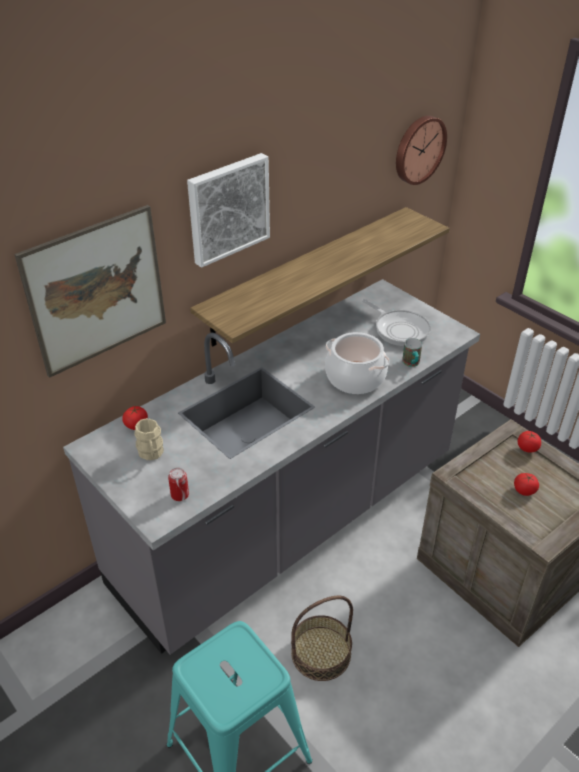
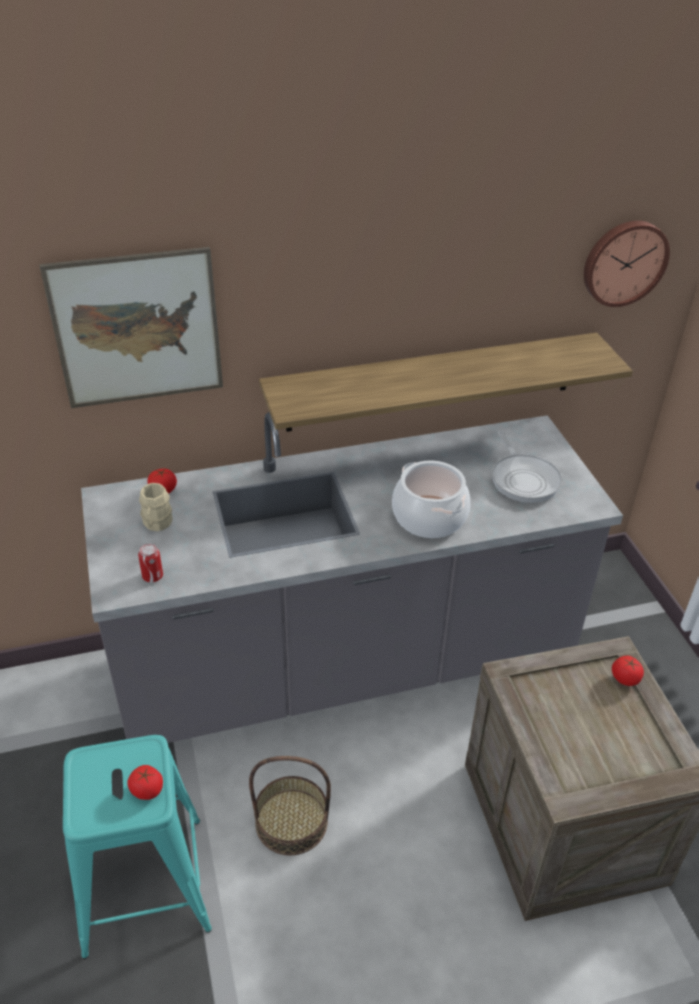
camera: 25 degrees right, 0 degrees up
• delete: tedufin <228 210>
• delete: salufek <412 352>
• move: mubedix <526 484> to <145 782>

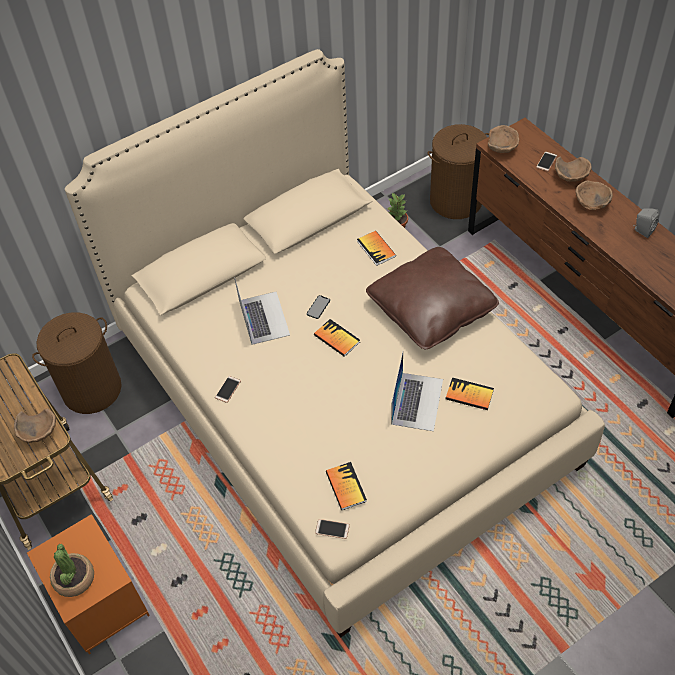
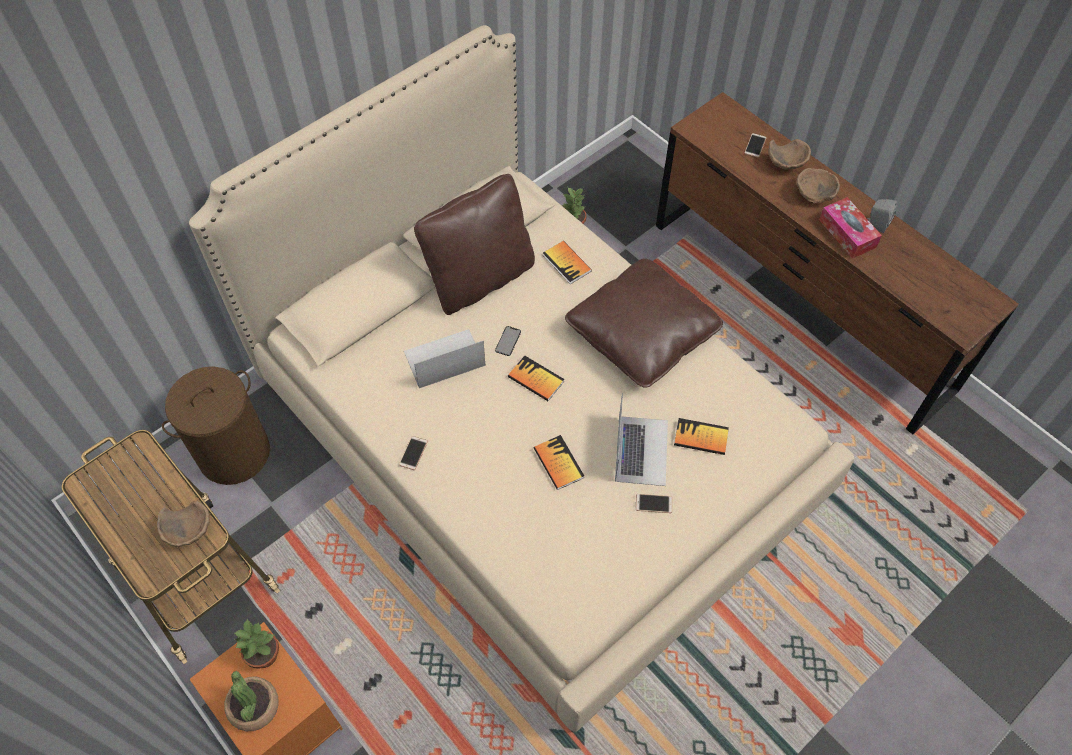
camera: 10 degrees left, 5 degrees up
• delete: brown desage <458 171>
• delete: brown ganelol <504 139>
• rotate: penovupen <262 311> = <444 358> 90 degrees counterclockwise
• move: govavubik <346 486> to <559 462>
• move: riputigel <332 529> to <654 503>
• insert: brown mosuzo <474 244>
• insert: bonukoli <850 228>
• insert: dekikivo <256 643>

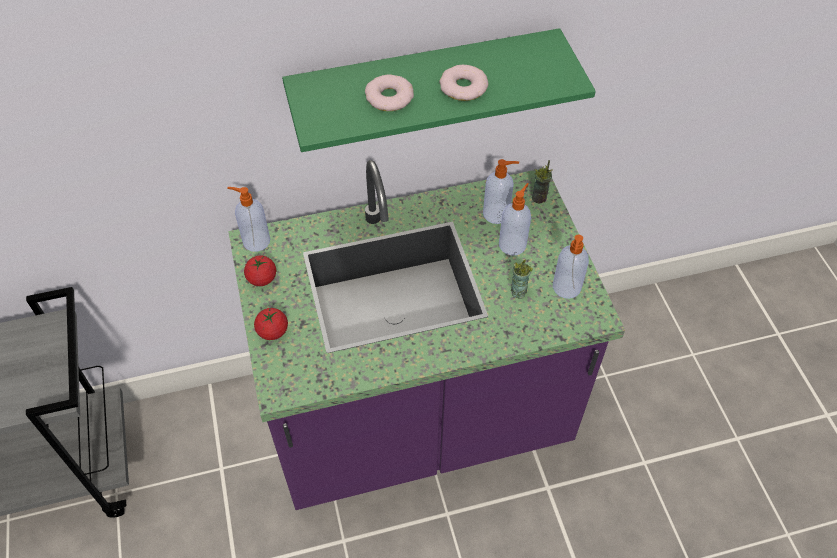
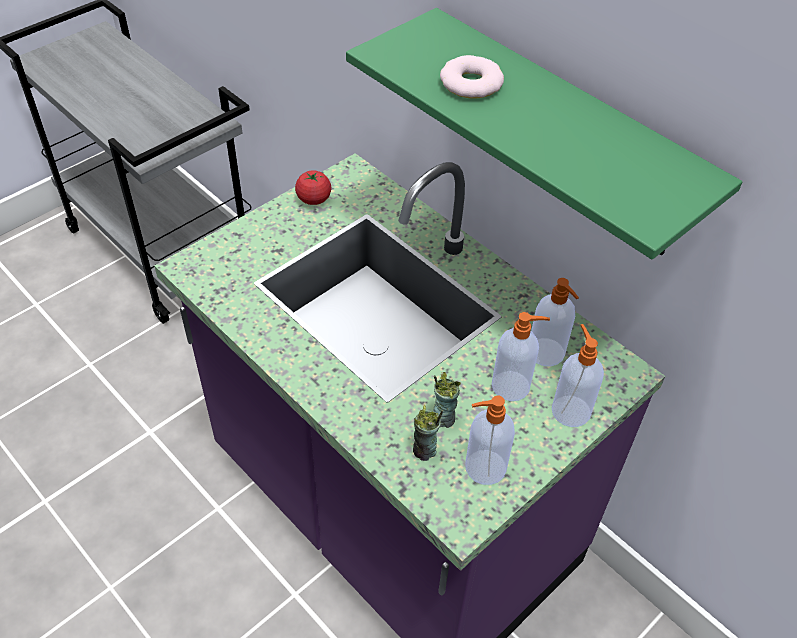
camera: 60 degrees right, 5 degrees down
• delete: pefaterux <463 83>
• move: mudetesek <542 182> to <428 433>
• move: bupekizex <248 219> to <578 375>
• delete: mubedix <271 324>

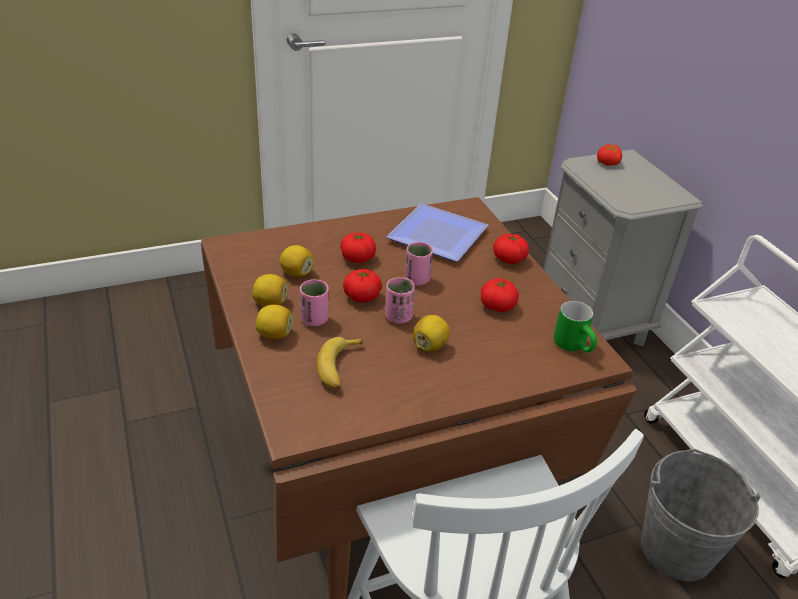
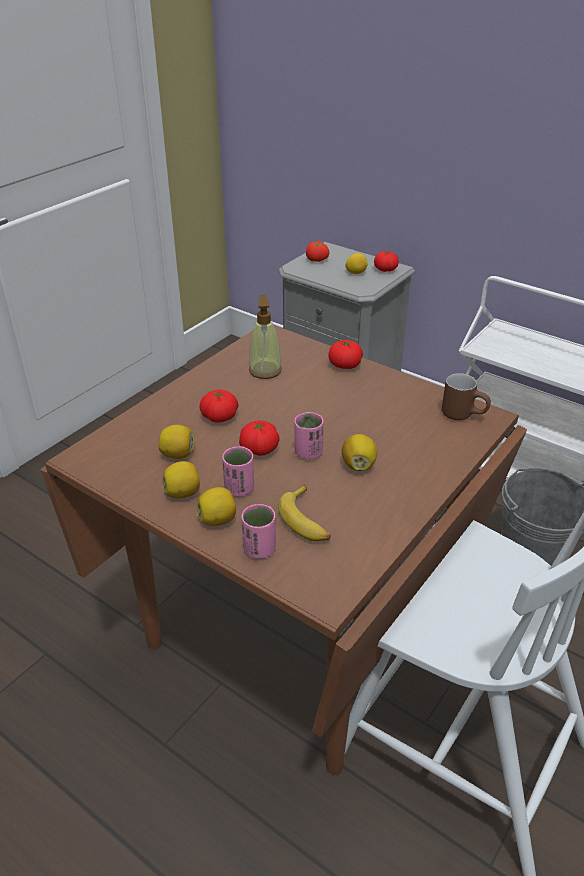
camera: 30 degrees left, 0 degrees up
• replace: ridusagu <437 232> to bupekizex <265 337>
• move: pink mudetesek <419 263> to <258 531>
• move: mubedix <500 295> to <386 261>
• recolor: green salufek <575 326> to brown salufek <466 396>
• insert: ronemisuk <356 263>

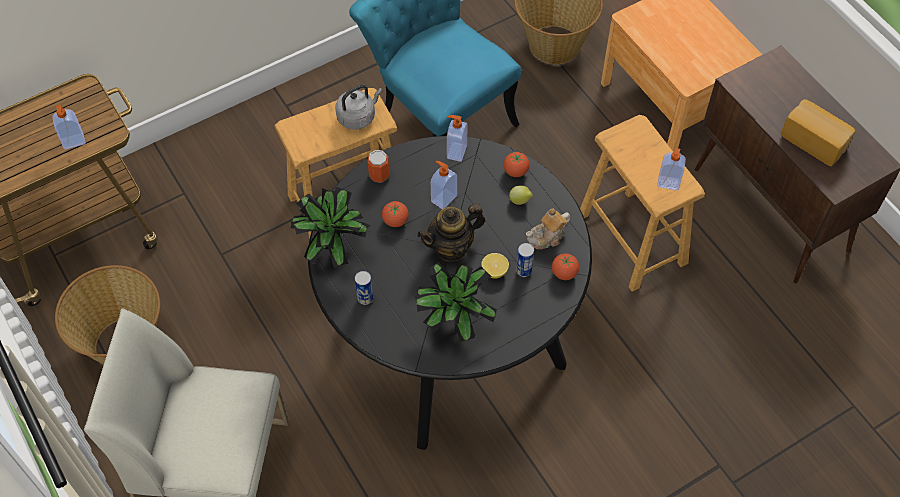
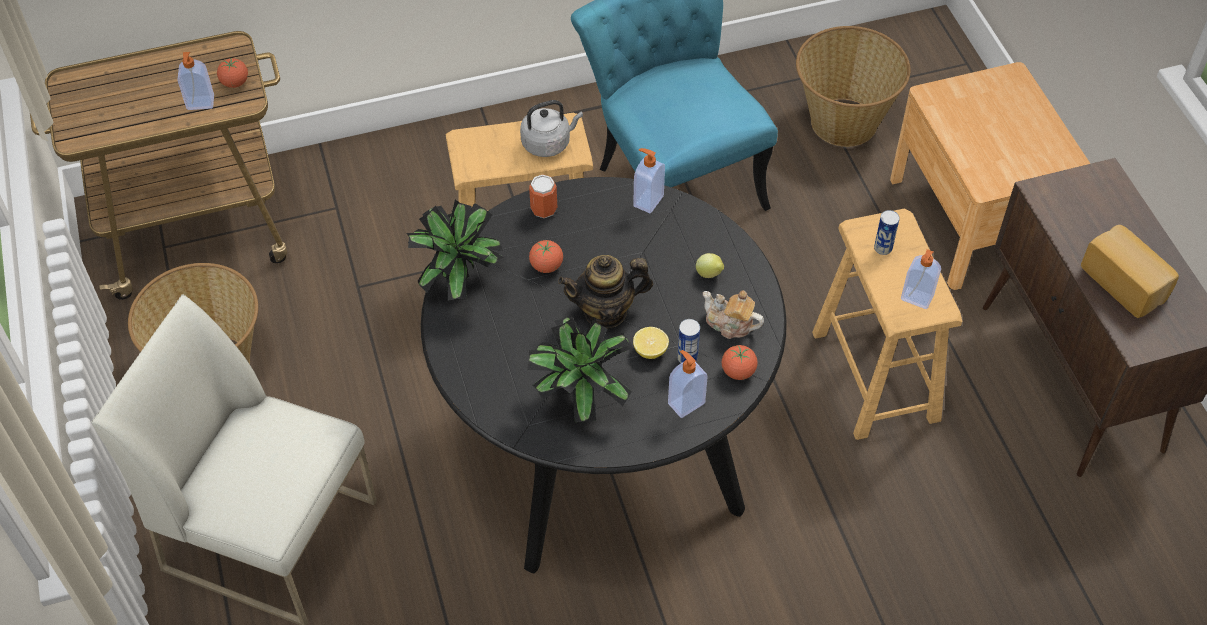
camera: 15 degrees right, 5 degrees down
• move: mubedix <516 164> to <232 73>
• move: bupekizex <444 185> to <688 384>
• rotate: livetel <548 228> = <733 314> 45 degrees clockwise
• move: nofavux <364 288> to <887 232>

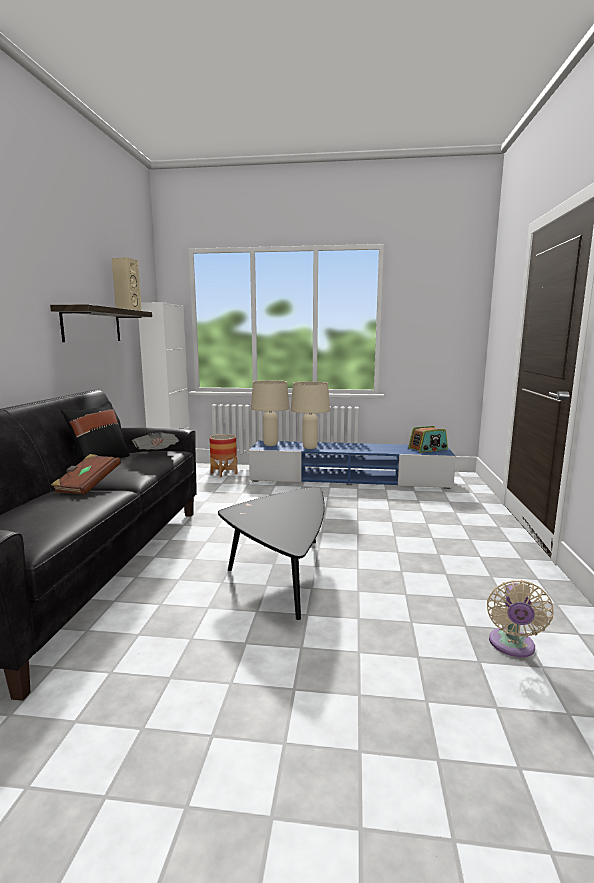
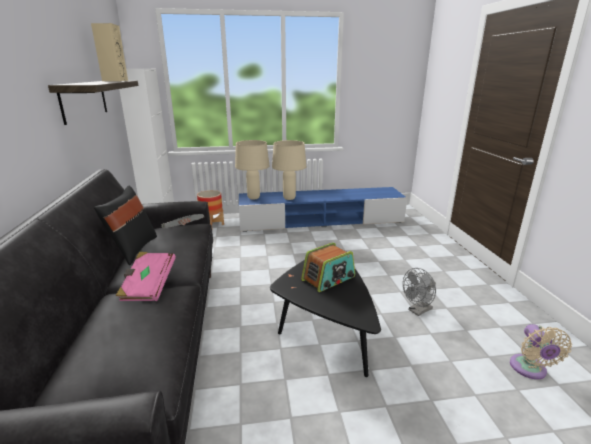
camera: 15 degrees left, 10 degrees up
• move: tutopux <428 439> to <328 267>
• recolor: brown govavubik <86 474> to pink govavubik <146 276>
• insert: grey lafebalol <419 292>

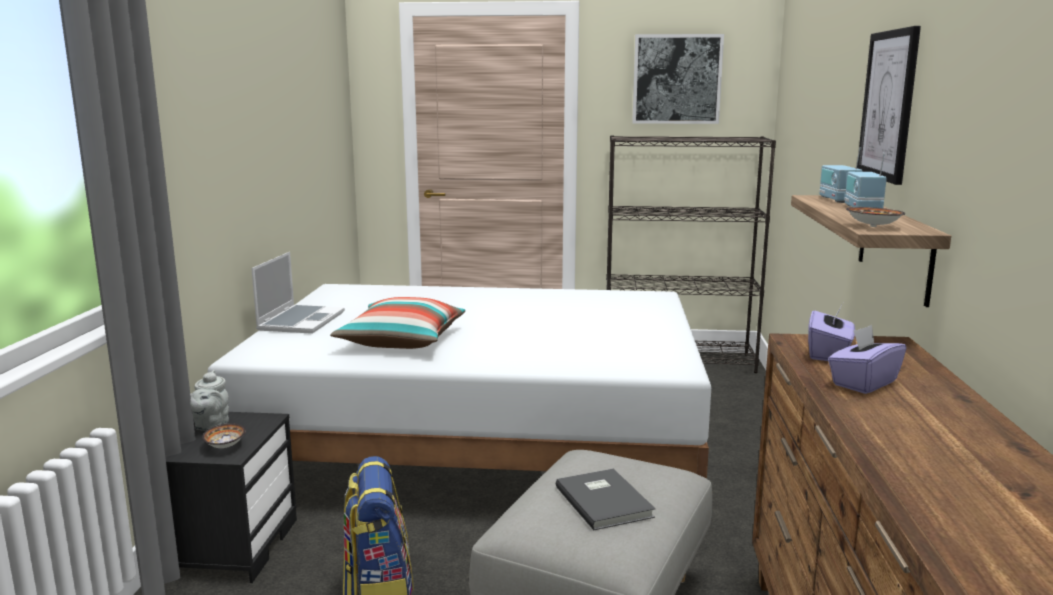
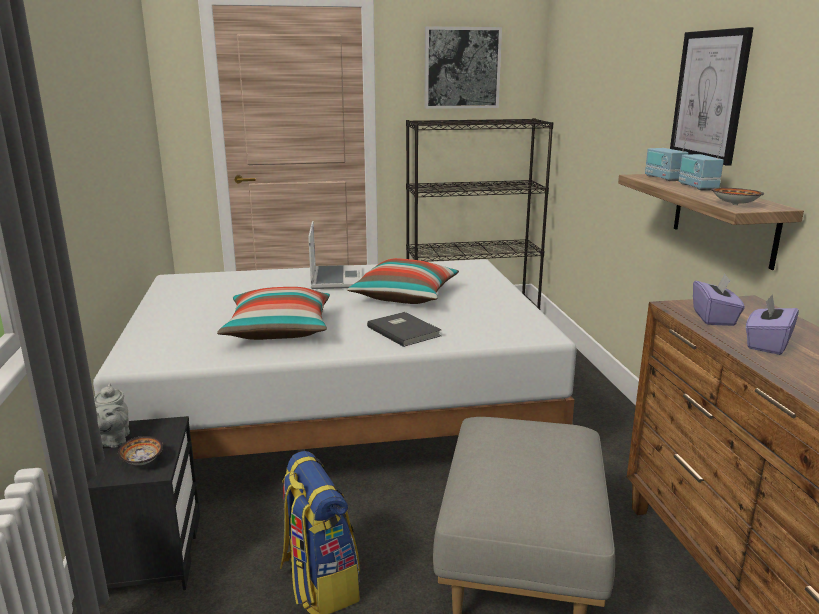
camera: 15 degrees left, 5 degrees up
• move: penovupen <298 293> to <335 255>
• move: grey govavubik <605 499> to <404 329>
• insert: mosuzo <403 281>

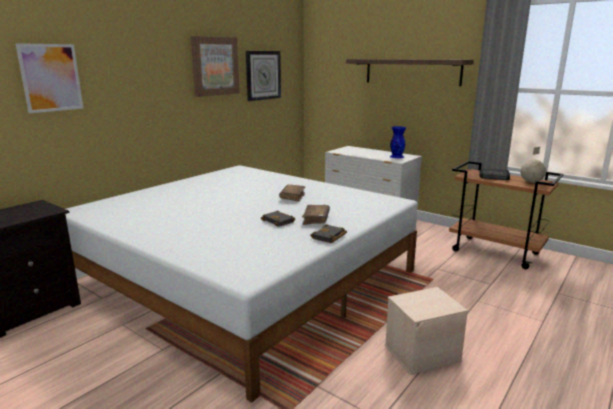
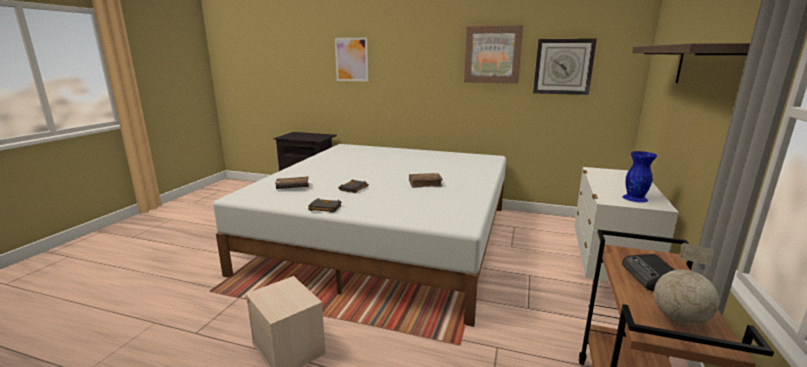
camera: 70 degrees right, 0 degrees up
• move: brown govavubik <316 215> to <292 182>

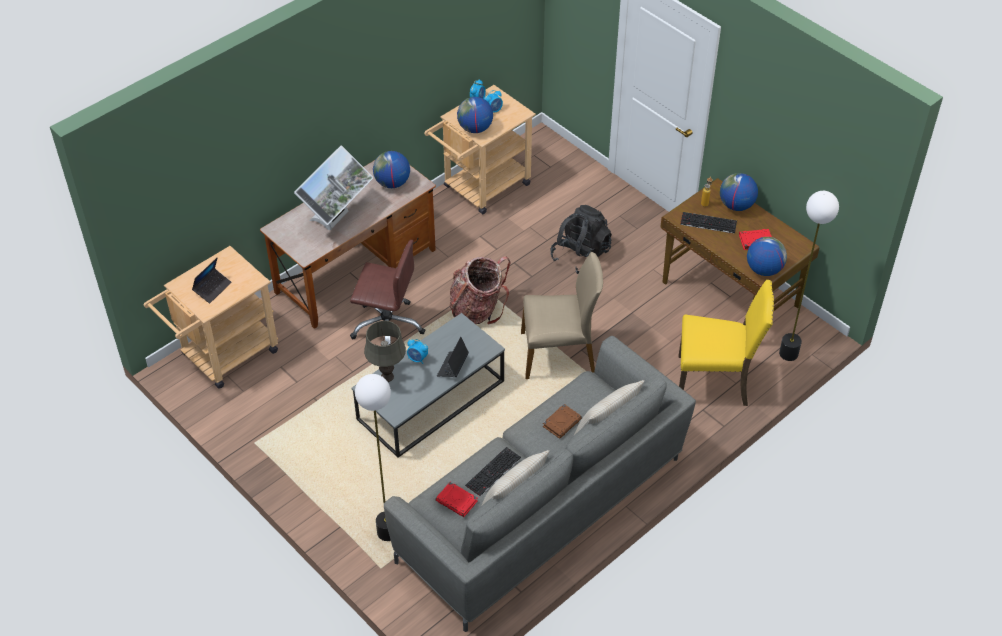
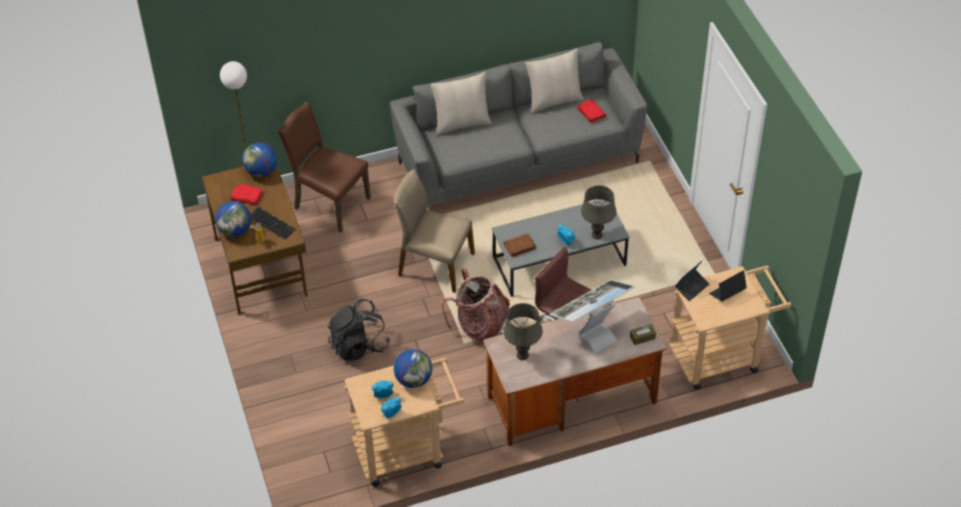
camera: 155 degrees left, 0 degrees up
• replace: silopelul <391 169> to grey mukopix <523 331>
• recolor: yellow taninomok <726 343> to brown taninomok <324 167>
• move: penovupen <453 357> to <692 280>
• delete: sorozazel <373 457>
• move: brown govavubik <562 421> to <519 245>
• delete: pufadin <493 471>
• insert: brown bonukoli <643 334>

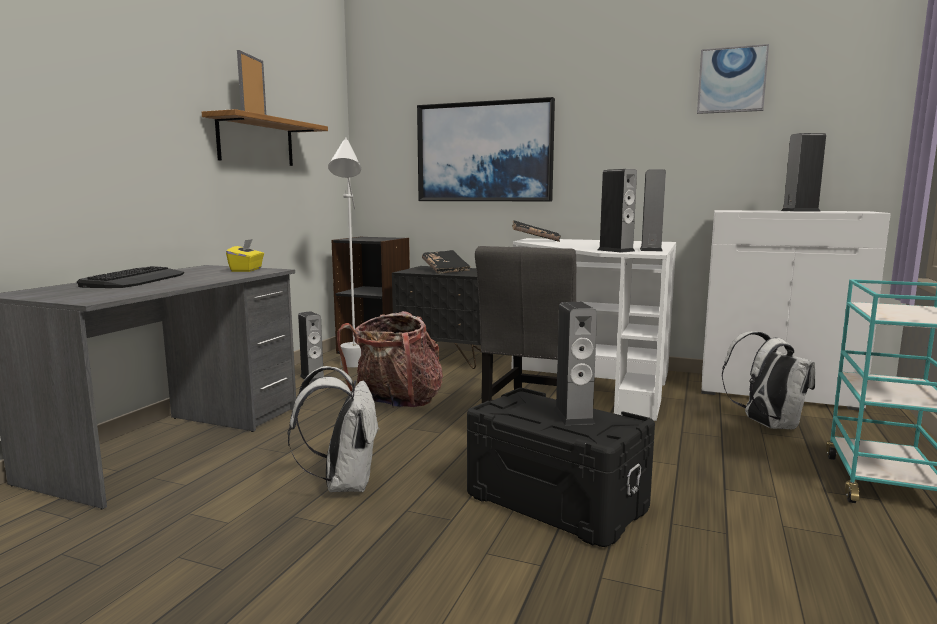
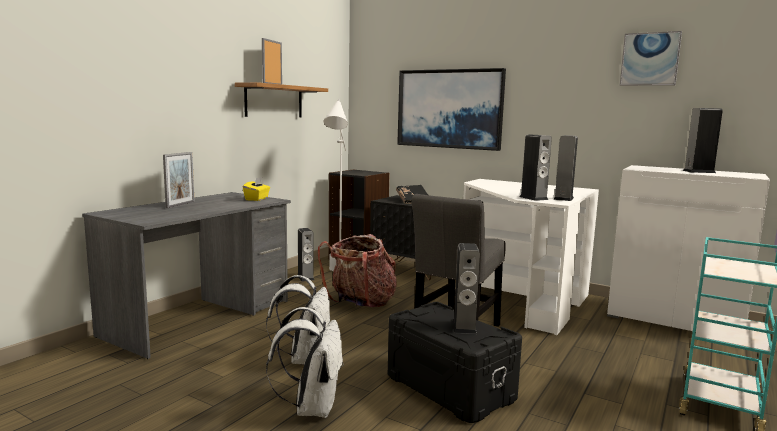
camera: 10 degrees right, 0 degrees up
• delete: black govavubik <536 231>
• replace: pufadin <130 277> to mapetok <179 180>
• move: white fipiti <769 380> to <305 362>

